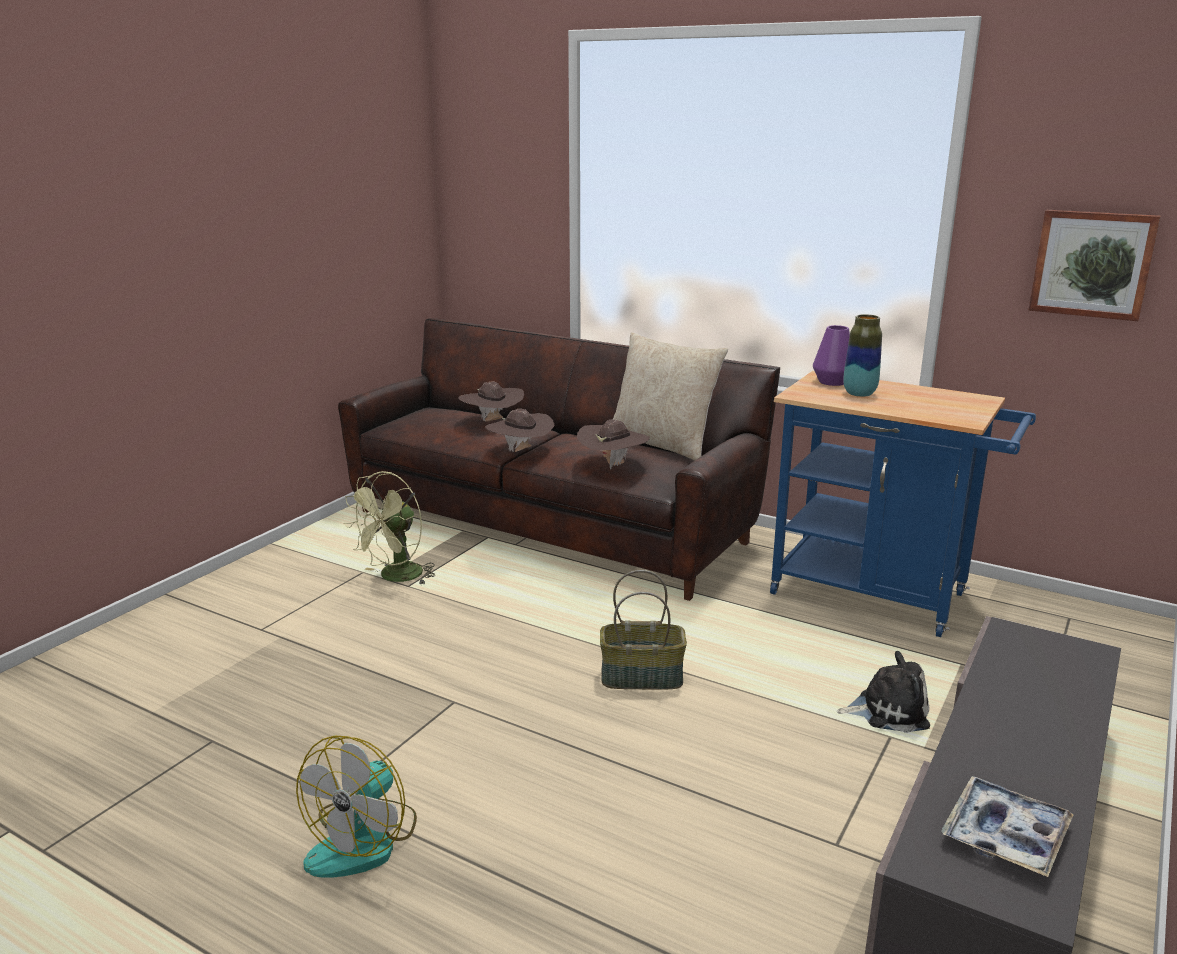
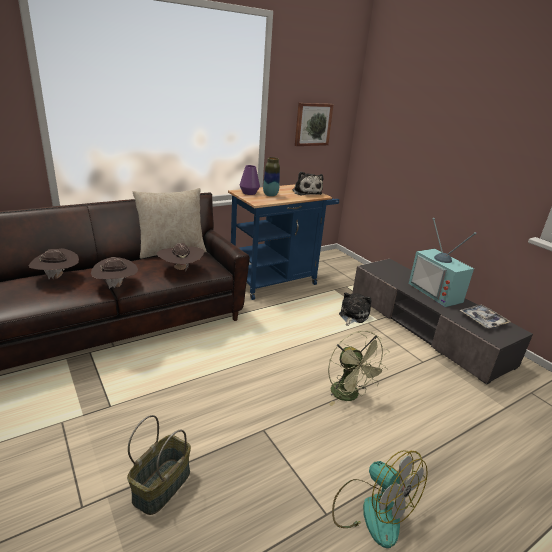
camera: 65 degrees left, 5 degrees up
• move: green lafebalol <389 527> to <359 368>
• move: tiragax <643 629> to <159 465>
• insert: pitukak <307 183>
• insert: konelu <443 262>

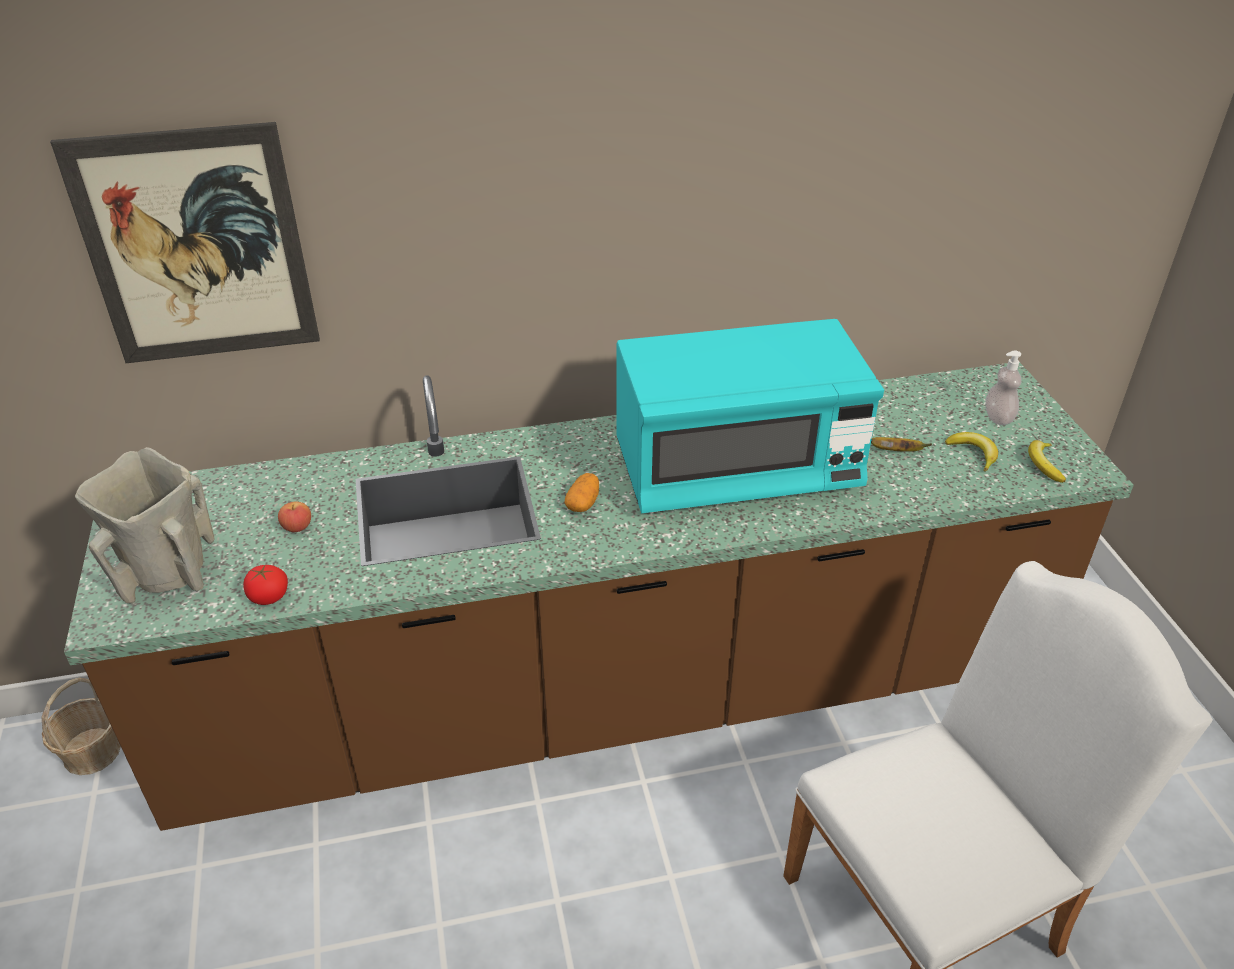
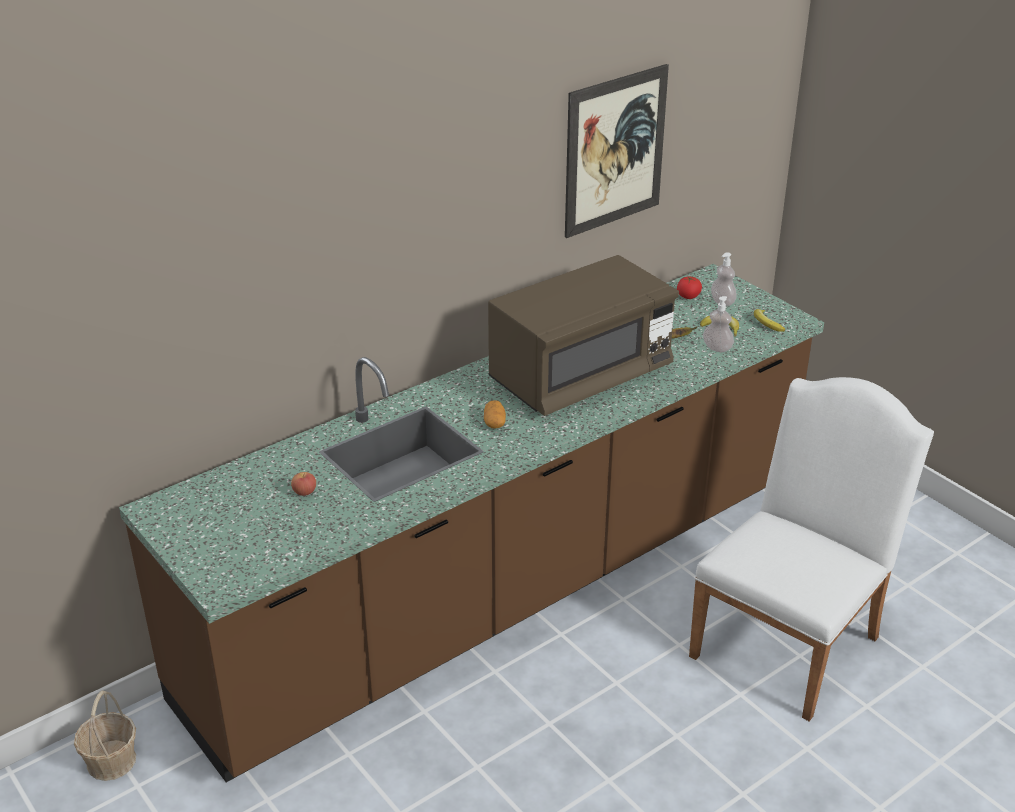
camera: 25 degrees left, 5 degrees down
• move: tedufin <185 242> to <617 151>
• recolor: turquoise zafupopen <750 416> to brown zafupopen <583 335>
• delete: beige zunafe <145 525>
• move: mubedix <265 585> to <689 287>
• insert: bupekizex <718 324>

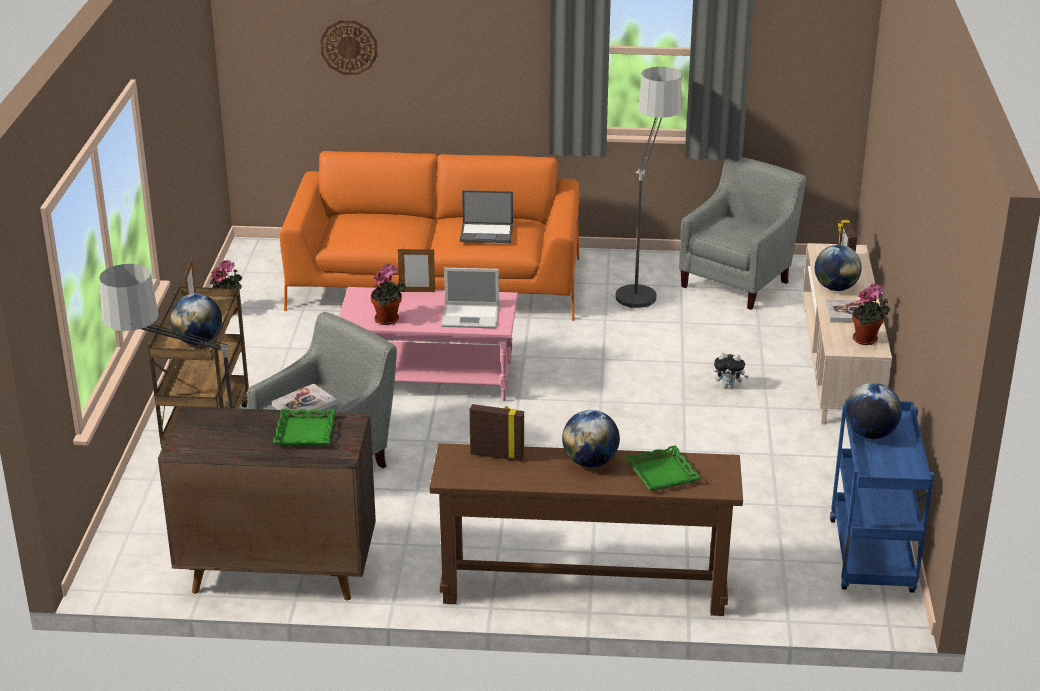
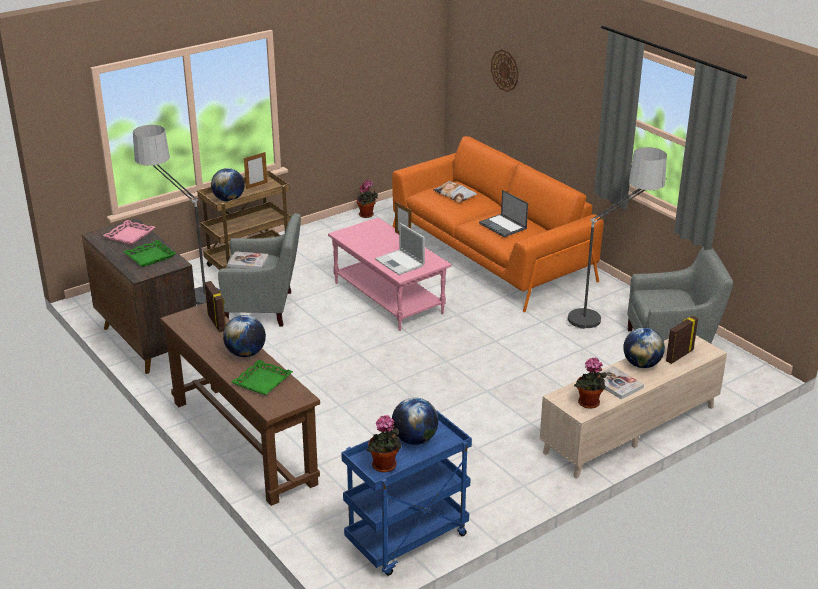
camera: 50 degrees right, 0 degrees up
• move: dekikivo <388 294> to <384 444>
• delete: pitukak <731 370>
• insert: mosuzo <455 192>
• insert: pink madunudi <129 232>

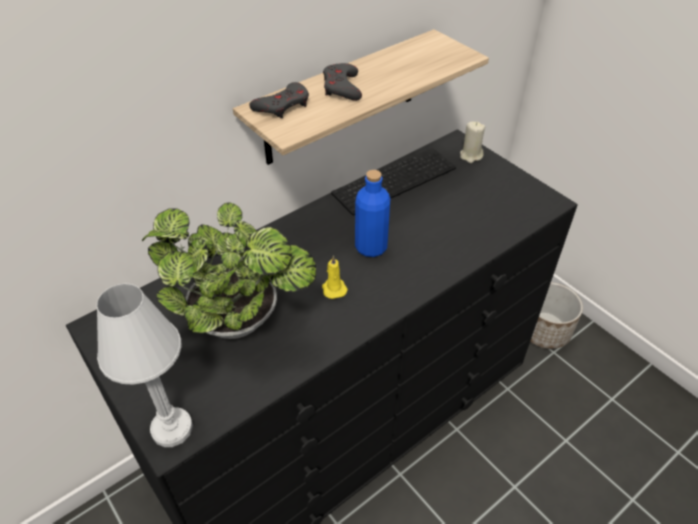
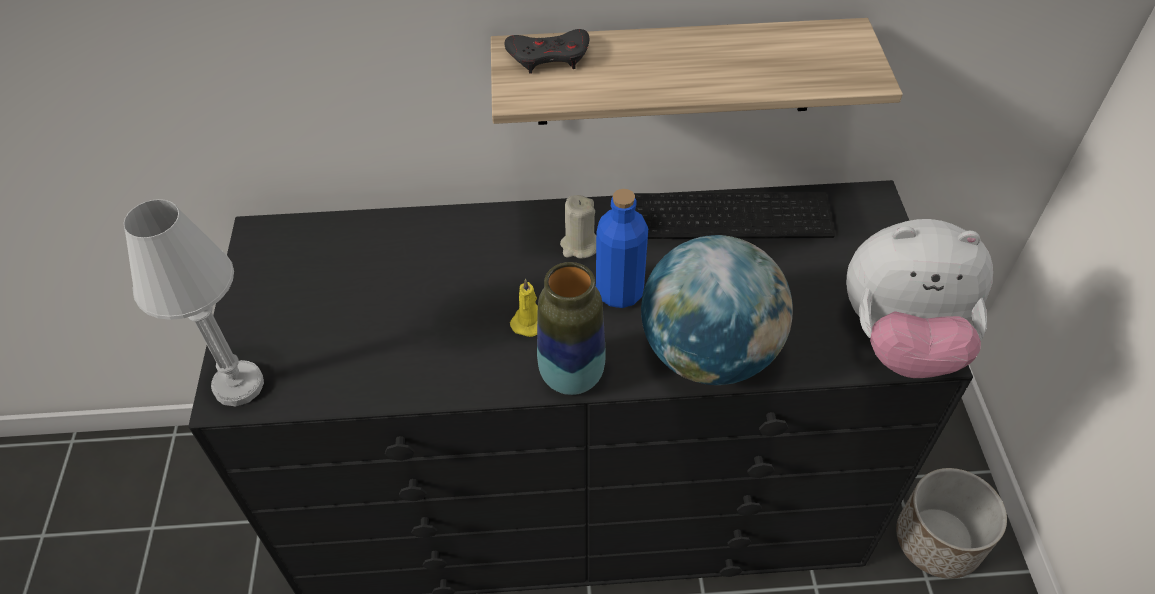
camera: 35 degrees right, 5 degrees up
• delete: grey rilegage <342 82>
• move: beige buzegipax <472 142> to <578 227>
• delete: dekikivo <229 270>
• insert: pitukak <919 298>
• insert: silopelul <717 310>
• insert: zunafe <571 328>

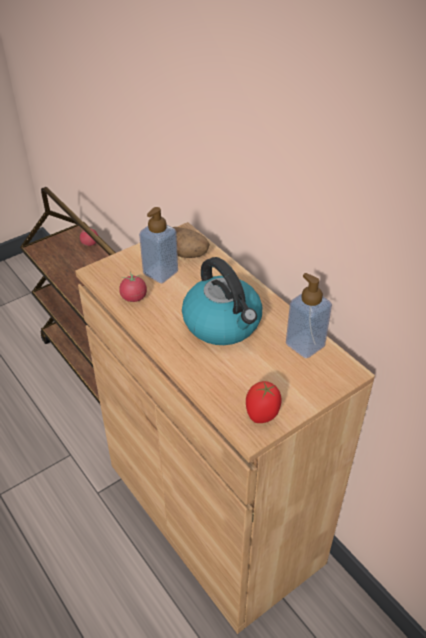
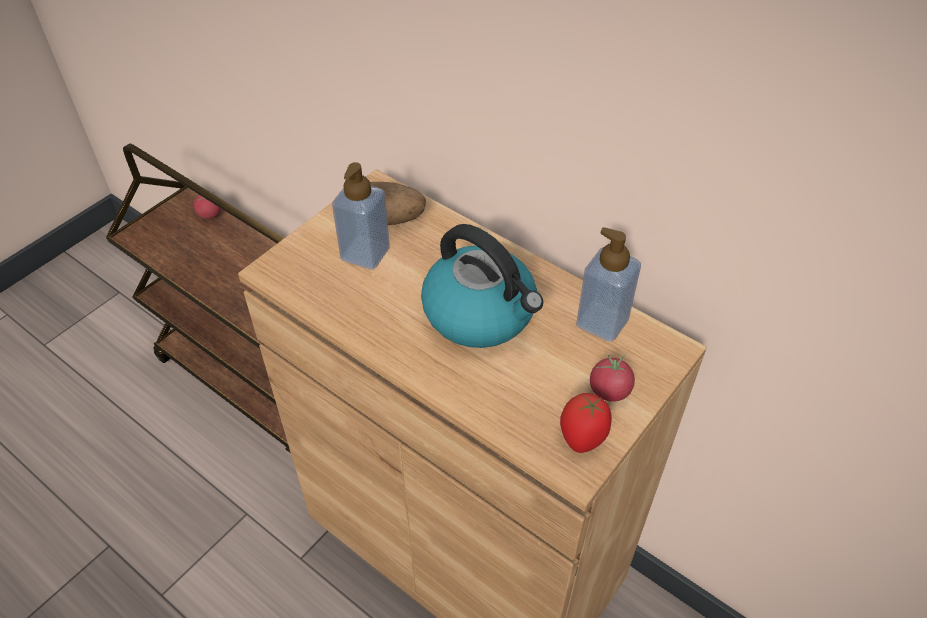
camera: 15 degrees left, 5 degrees up
• move: mubedix <133 287> to <612 378>

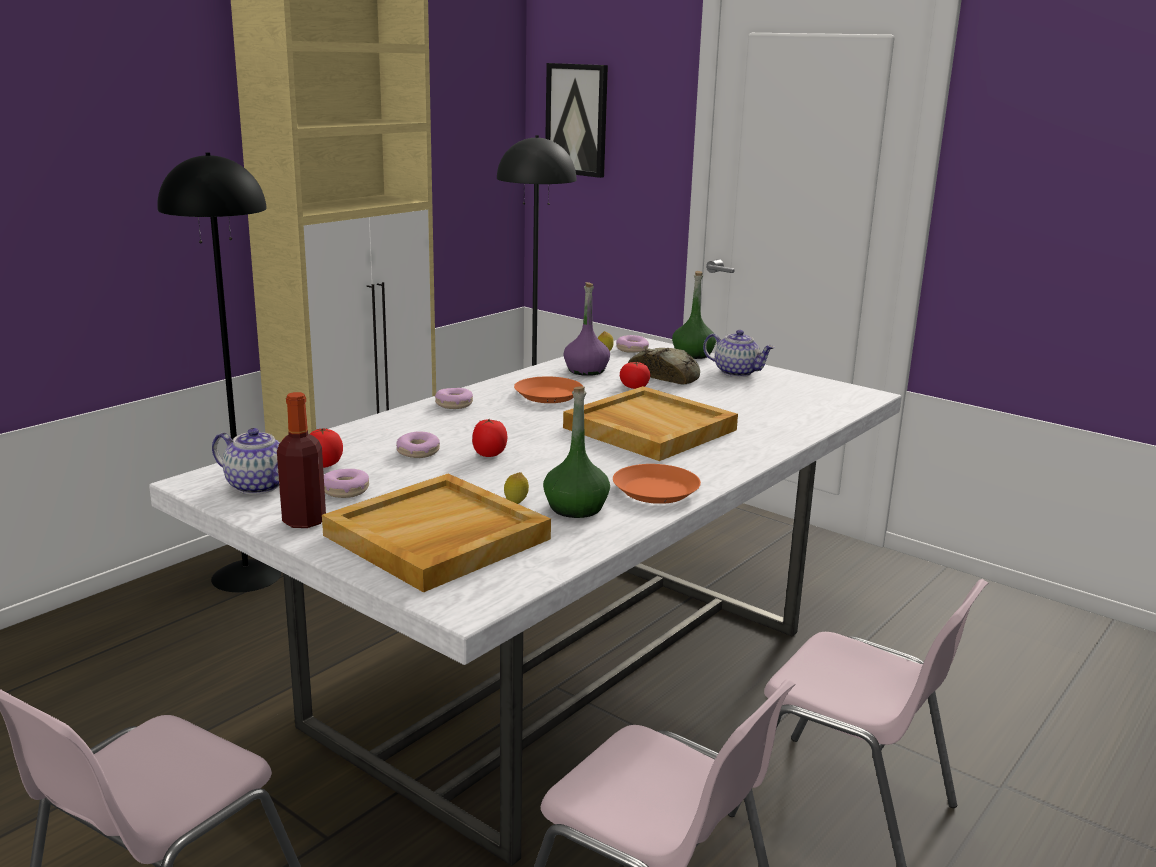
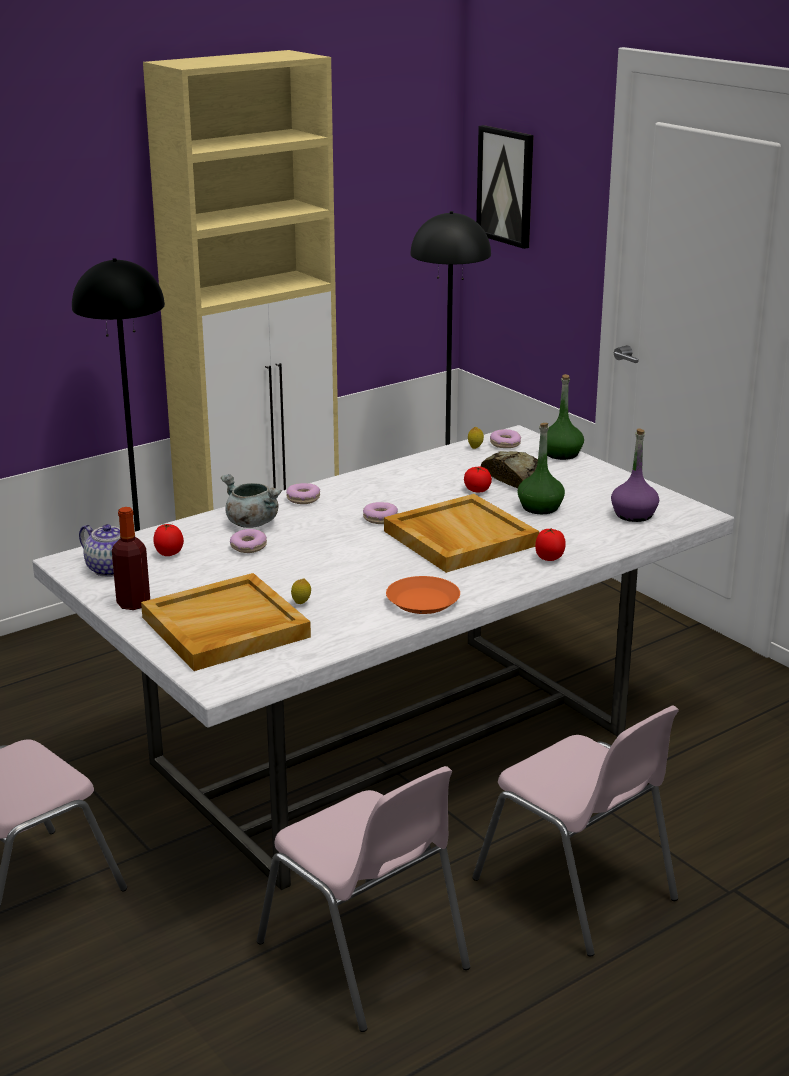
camera: 15 degrees right, 5 degrees up
• move: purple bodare <586 329> to <635 475>
• delete: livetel <739 353>
• delete: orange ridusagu <548 389>
• move: green bodare <576 452> to <541 468>
• move: mubedix <489 437> to <550 544>
• move: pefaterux <346 483> to <380 513>
• insert: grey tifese <251 501>

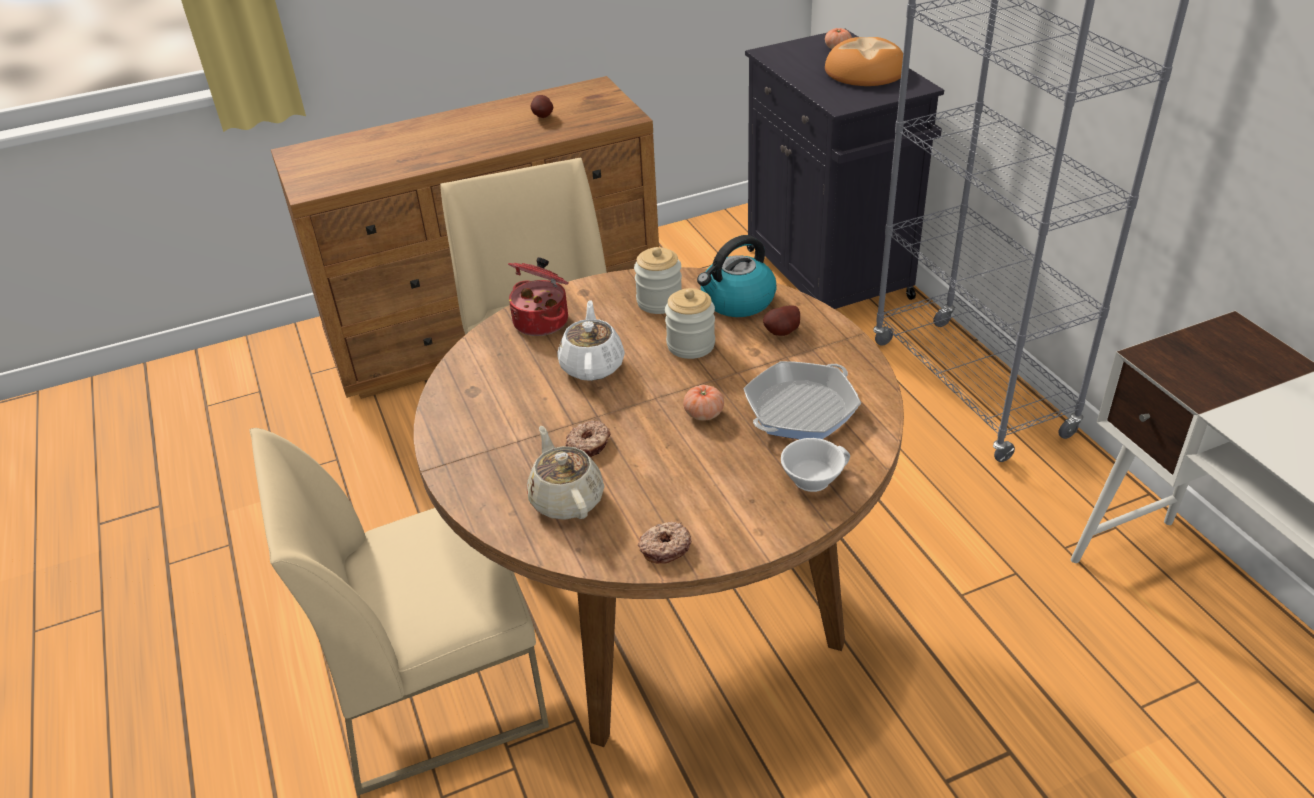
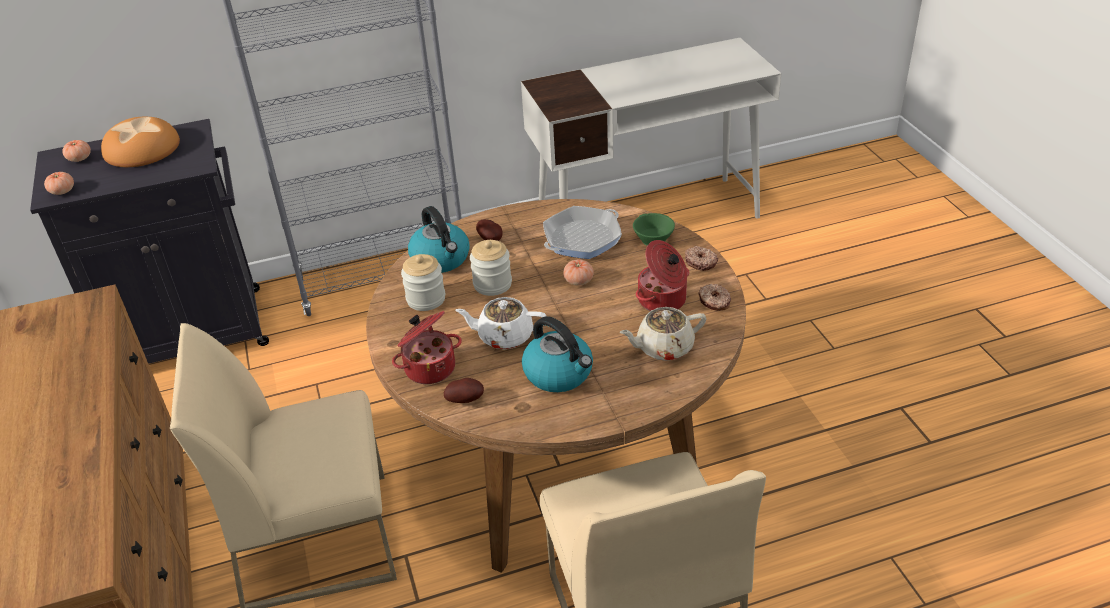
camera: 85 degrees left, 0 degrees up
• move: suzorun <542 106> to <464 390>
• rotate: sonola <802 400> = <582 232> 90 degrees counterclockwise
• move: pefaterux <588 438> to <701 258>
• recolor: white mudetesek <815 465> to green mudetesek <654 229>
• insert: mubedix <59 183>
• insert: tifese <662 275>
• insert: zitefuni <557 354>

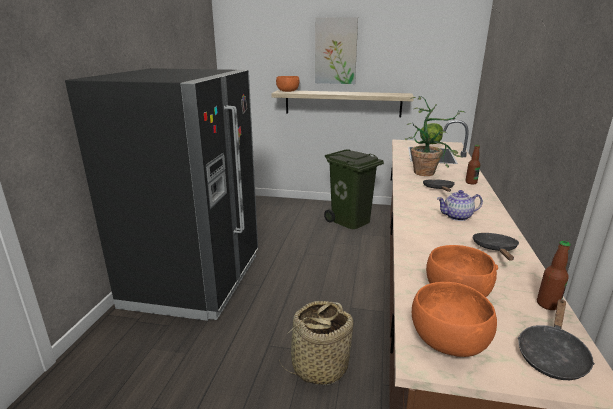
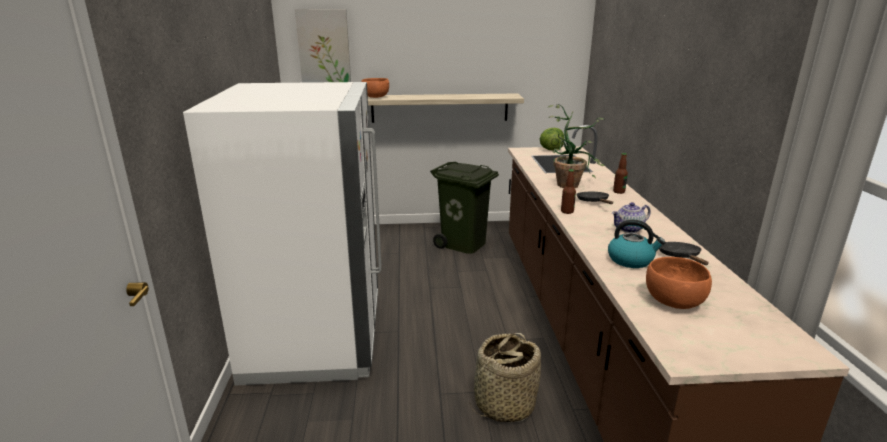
camera: 15 degrees left, 0 degrees up
• move: tedufin <336 50> to <323 46>
• recolor: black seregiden <161 194> to white seregiden <282 234>
• move: bodare <554 275> to <568 191>
• delete: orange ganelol <454 319>
• delete: black sonola <556 339>
• insert: zitefuni <636 244>

